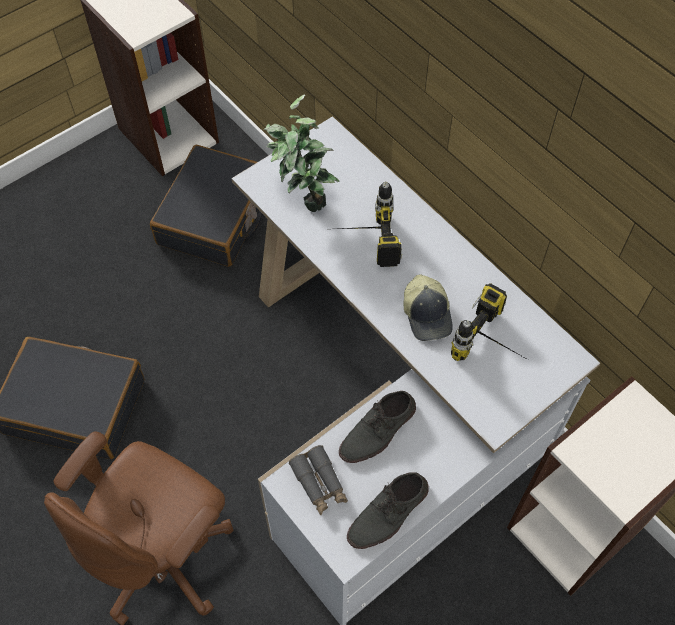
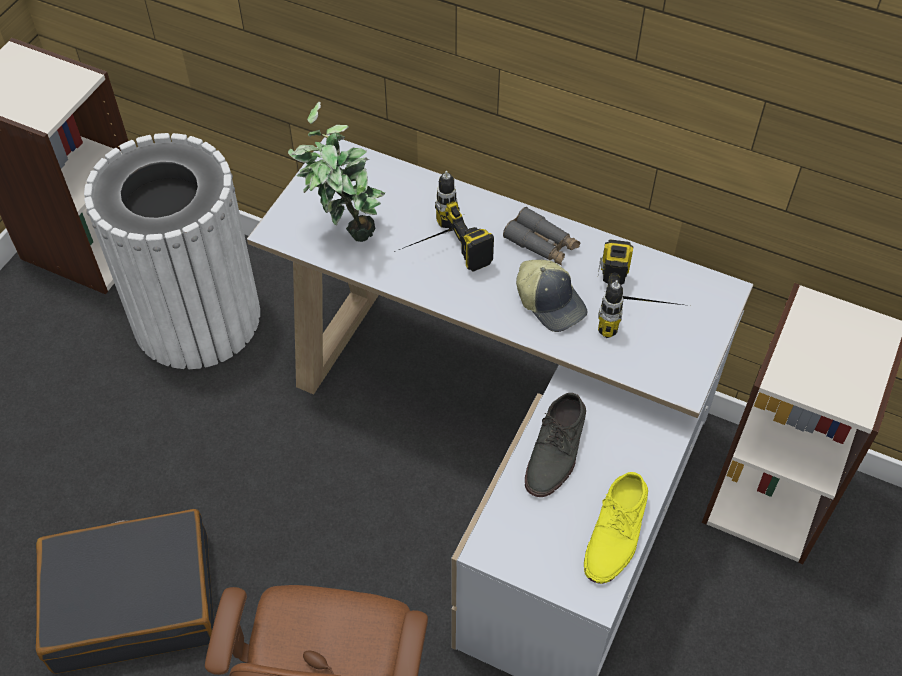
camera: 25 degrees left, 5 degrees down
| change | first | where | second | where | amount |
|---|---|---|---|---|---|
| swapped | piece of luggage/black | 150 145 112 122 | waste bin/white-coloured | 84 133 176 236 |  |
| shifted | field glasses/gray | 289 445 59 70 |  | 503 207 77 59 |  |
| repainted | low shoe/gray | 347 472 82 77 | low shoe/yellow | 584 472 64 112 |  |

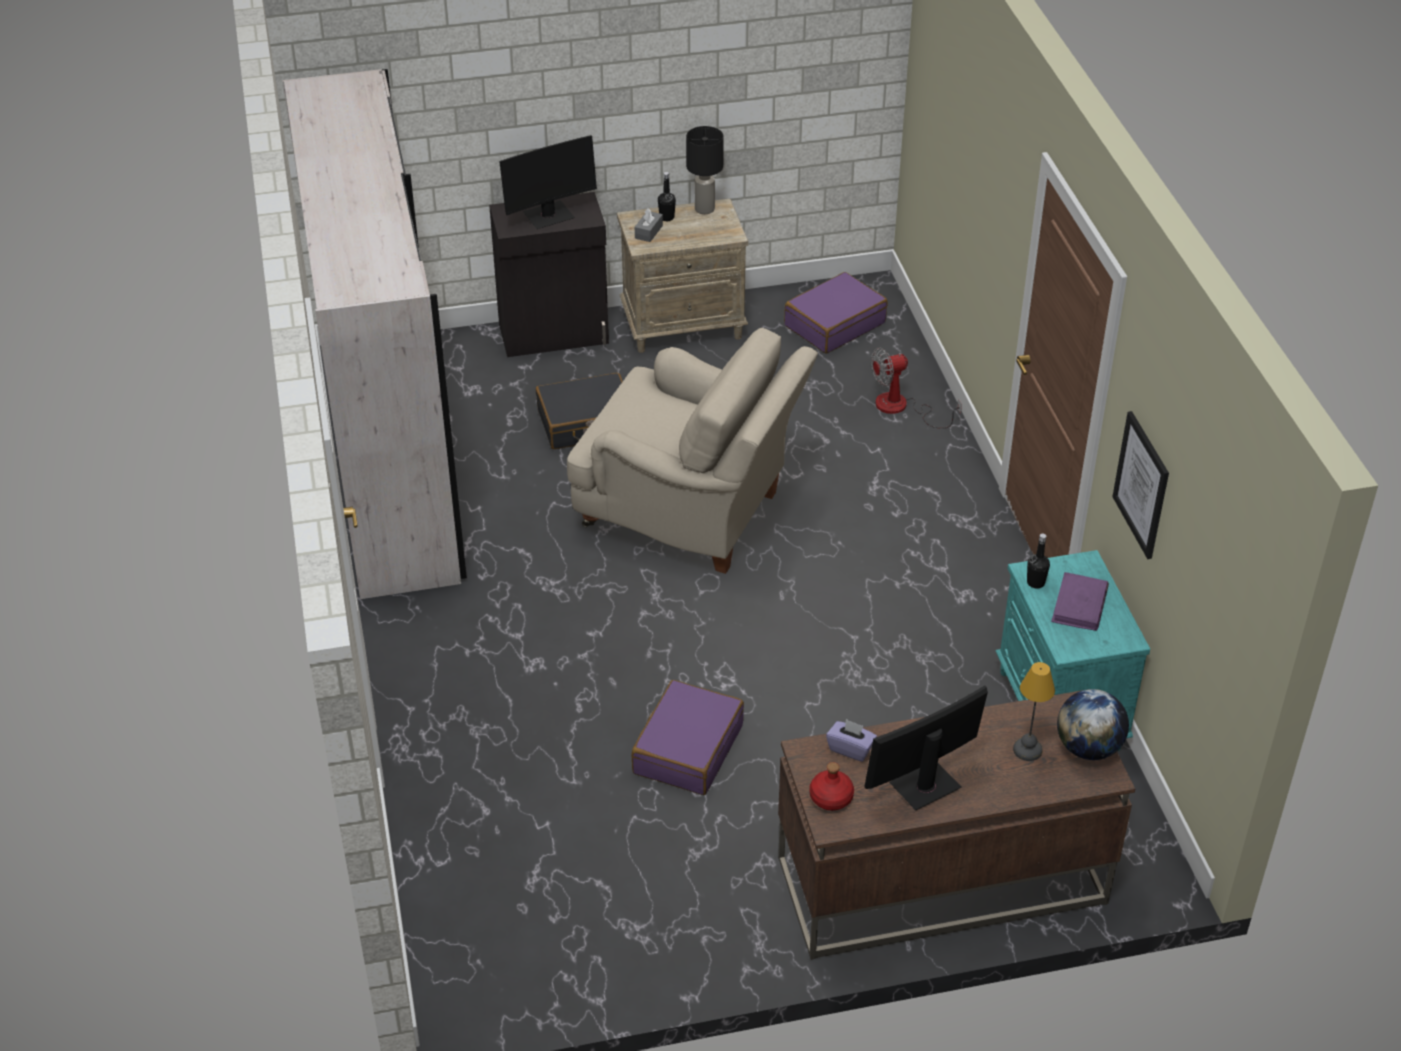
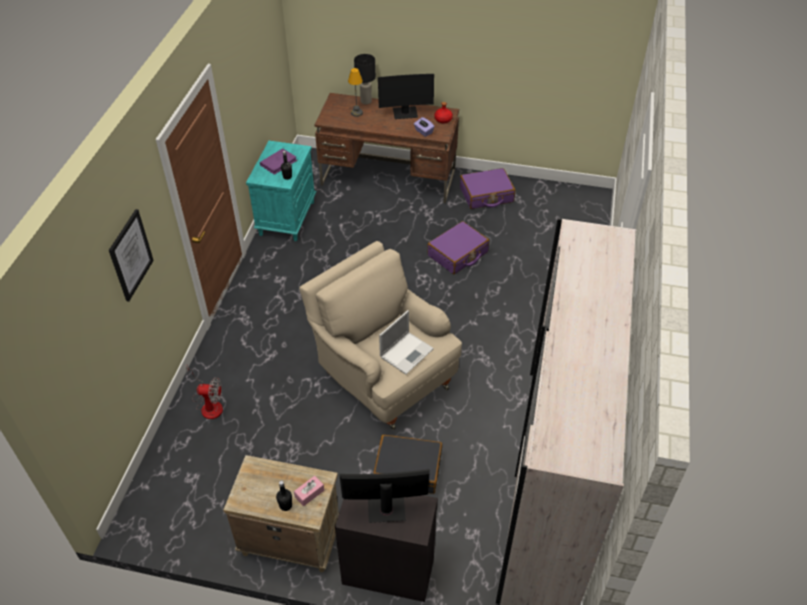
camera: 155 degrees left, 5 degrees up
| change | first | where | second | where | amount |
|---|---|---|---|---|---|
| repainted | tissue box/gray | 635 208 28 34 | tissue box/pink | 294 476 30 30 |  |
| shifted | lamp for a table/black | 686 126 38 88 |  | 354 54 22 50 |  |
| shifted | piece of luggage/purple-coloured | 784 272 103 82 |  | 460 168 55 41 |  |
| gone | world globe | 1057 689 72 71 |  |  |  |
| shifted | wall picture | 1112 411 57 148 |  | 109 209 45 93 |  |
| new |  |  | portable computer | 379 310 55 64 |  |

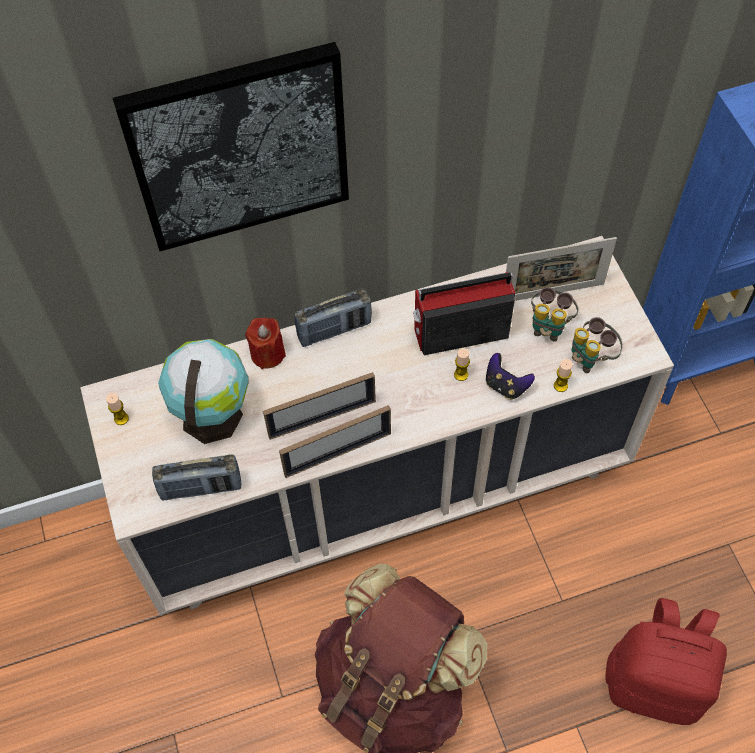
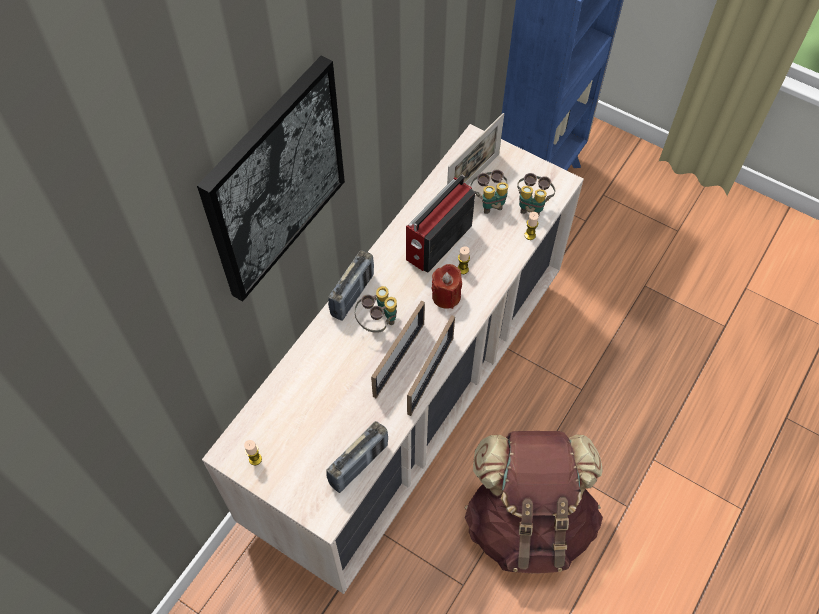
camera: 40 degrees left, 0 degrees up
| change | first | where | second | where | amount |
|---|---|---|---|---|---|
| gone | world globe | 158 339 91 105 |  |  |  |
| shifted | wax light/reddish | 245 318 41 51 |  | 432 264 30 45 |  |
| gone | joypad | 486 353 49 47 |  |  |  |
| gone | knapsack/reddish | 606 598 121 127 |  |  |  |
| new |  |  | field glasses | 354 286 43 47 |  |

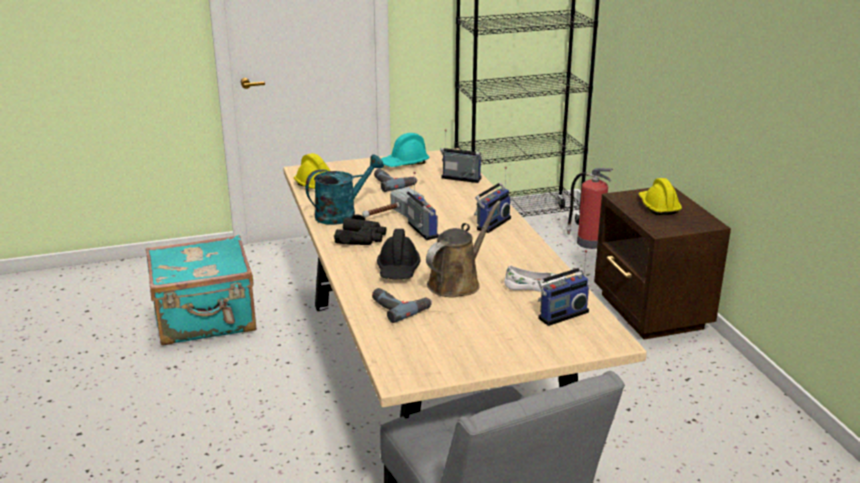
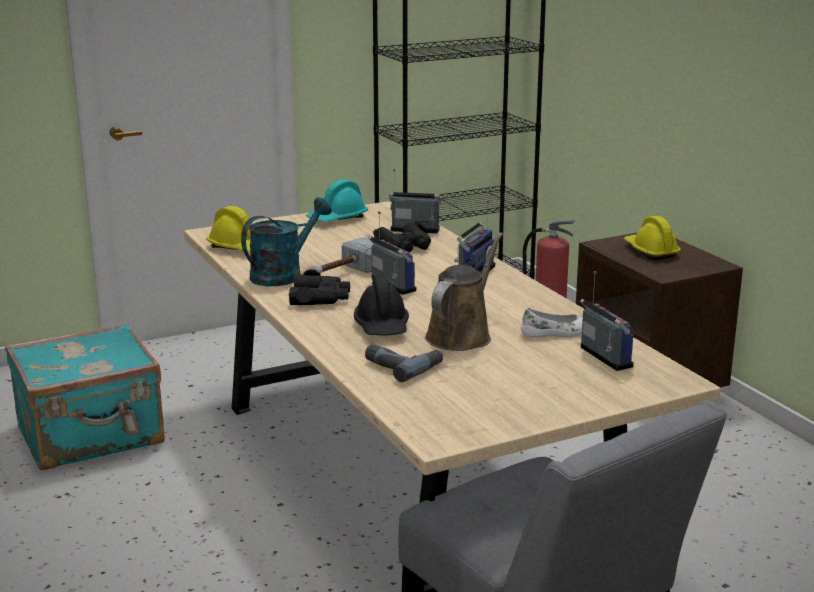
camera: 10 degrees left, 5 degrees down
| change | first | where | second | where | amount |
|---|---|---|---|---|---|
| gone | power drill | 374 169 43 23 |  |  |  |
| rotated | radio receiver | 538 250 51 76 |  | 580 271 54 100 | 75 degrees counterclockwise |
| new |  |  | field glasses/black | 373 222 58 30 |  |

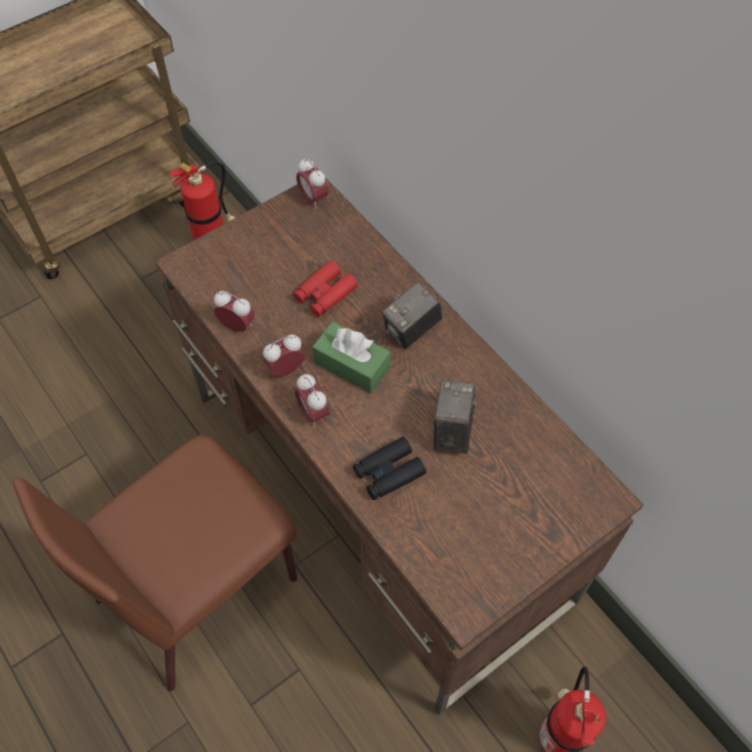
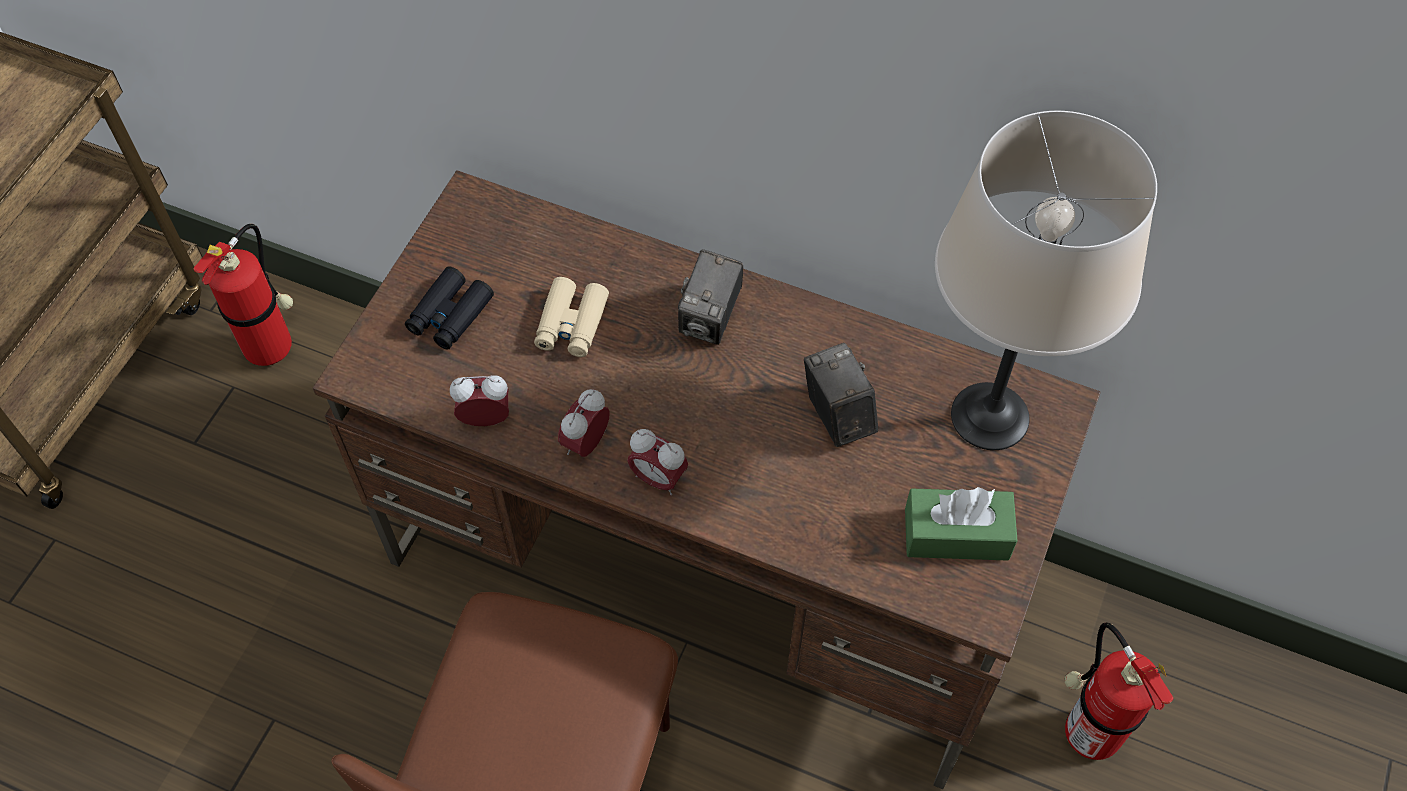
camera: 30 degrees left, 0 degrees up
| change | first | where | second | where | amount |
|---|---|---|---|---|---|
| repainted | field glasses/reddish | 293 261 65 56 | field glasses/beige-coloured | 534 277 75 80 |  |
| gone | table clock | 296 158 32 51 |  |  |  |
| shifted | tissue box/green-coloured | 312 322 79 72 |  | 905 487 113 74 |  |
| shifted | field glasses/black | 353 437 73 63 |  | 405 266 89 84 |  |
| new |  |  | lamp for a table/beige-coloured | 935 111 222 339 |  |

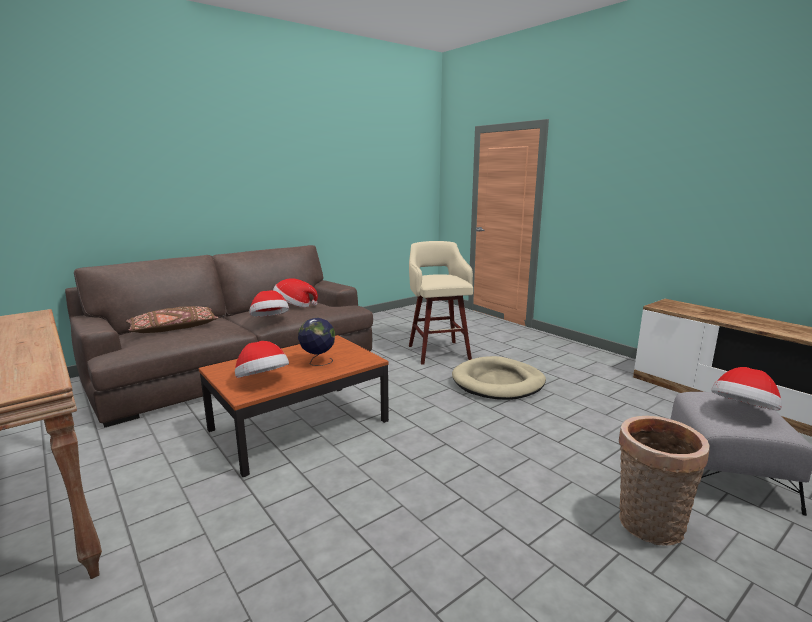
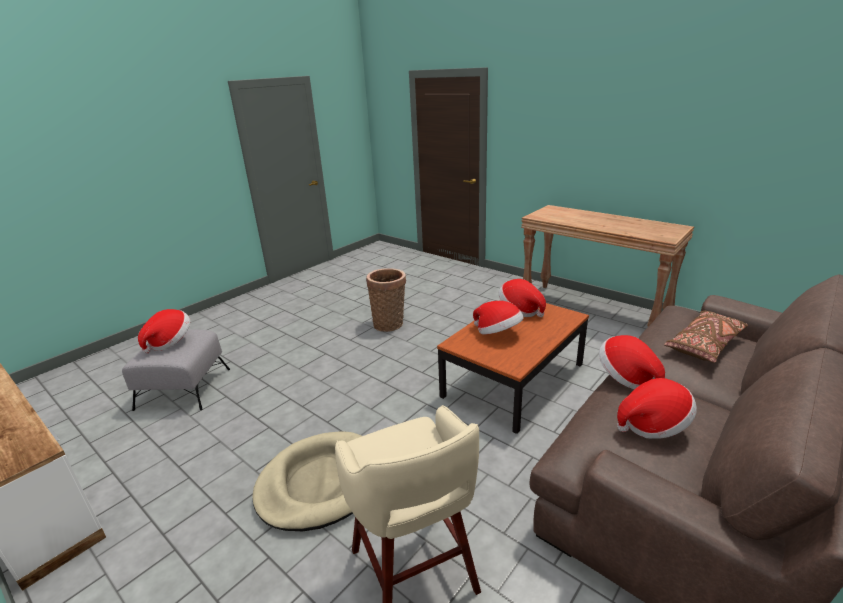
camera: 170 degrees right, 10 degrees up
| change | first | where | second | where | amount |
|---|---|---|---|---|---|
| swapped | world globe | 298 318 37 48 | wearable hat | 473 301 51 34 |  |
| shifted | basket | 619 416 91 129 |  | 366 268 40 64 |  |

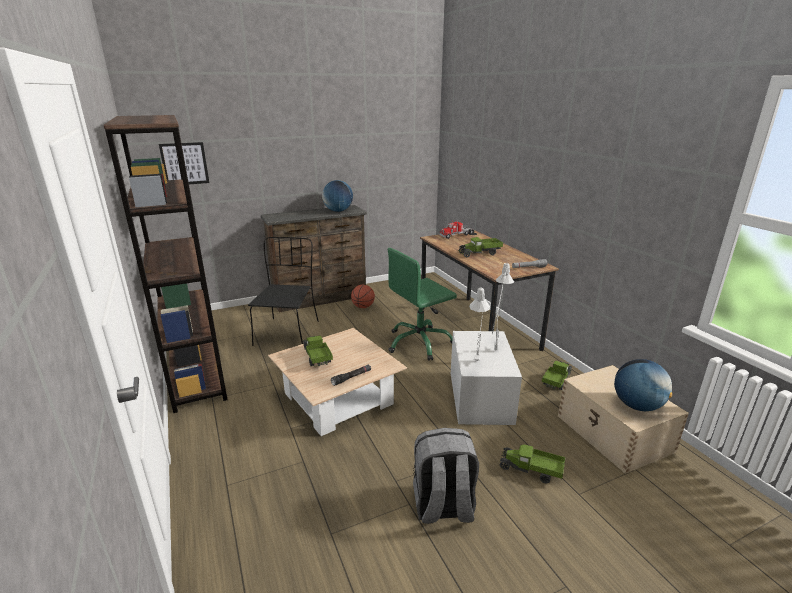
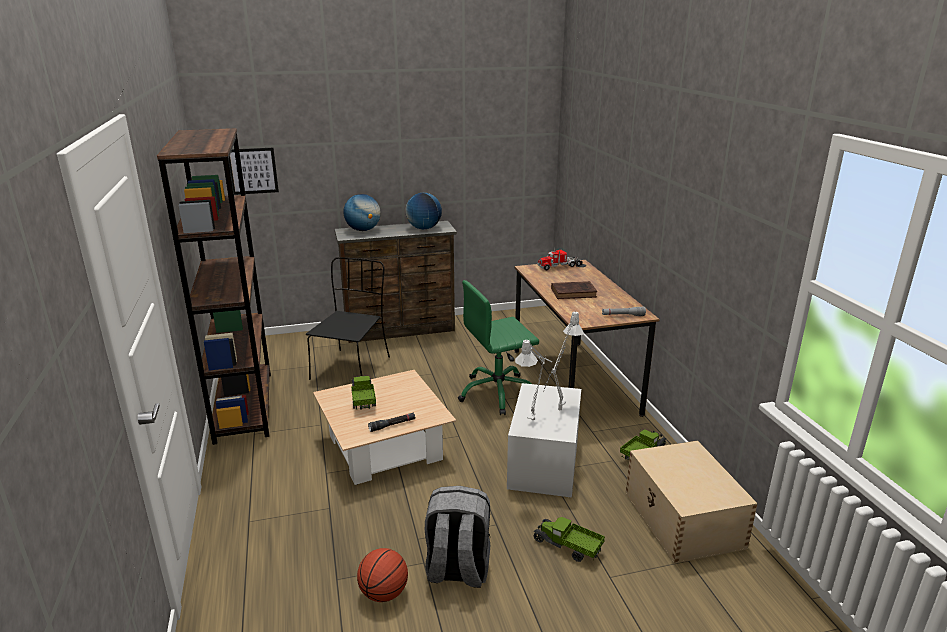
camera: 10 degrees right, 0 degrees up
| change | first | where | second | where | amount |
|---|---|---|---|---|---|
| shifted | basketball | 351 285 24 23 |  | 357 548 51 54 |  |
| swapped | toy lorry | 459 237 44 20 | bound book/brown-coloured | 551 281 46 18 |  |
| shifted | world globe | 614 359 58 52 |  | 343 194 38 37 |  |

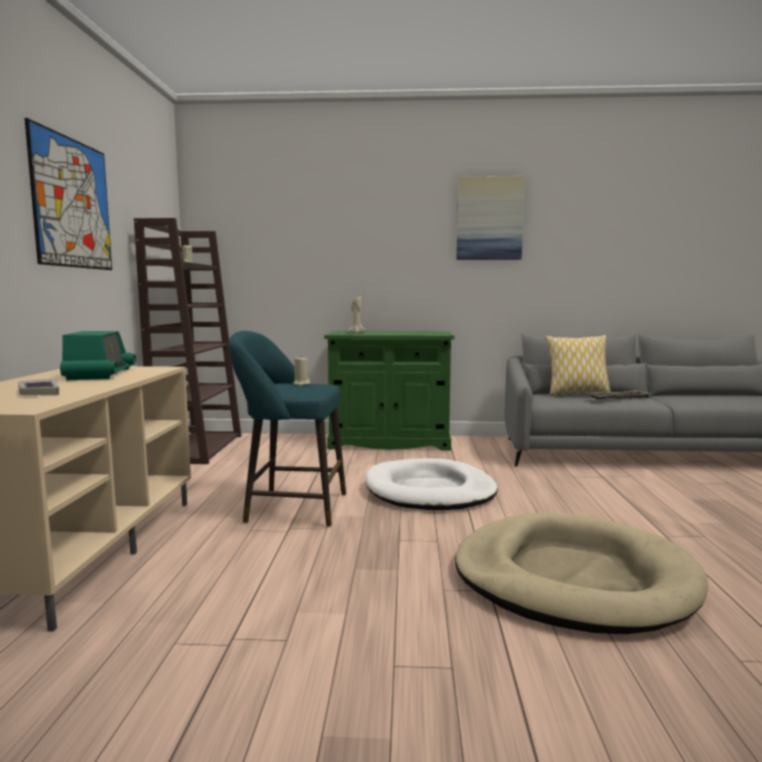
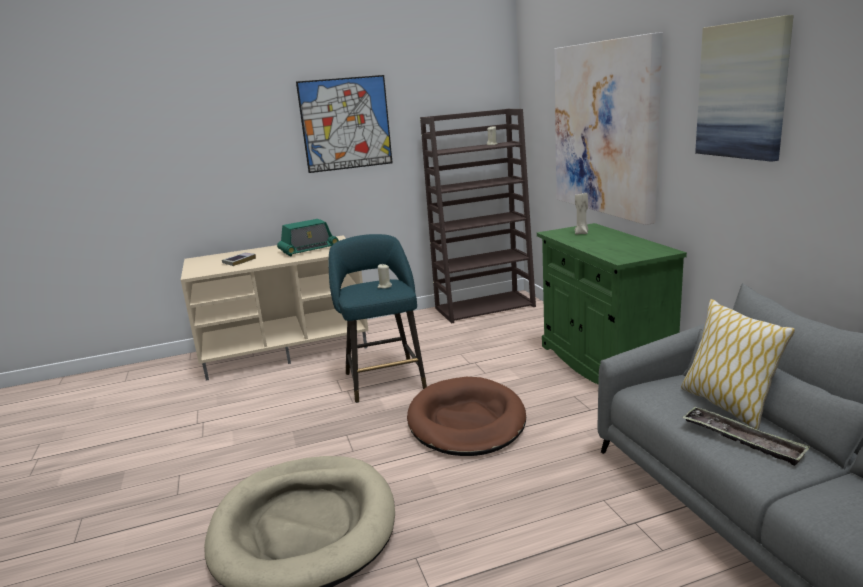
camera: 70 degrees right, 10 degrees up
| change | first | where | second | where | amount |
|---|---|---|---|---|---|
| repainted | dog bed/white-coloured | 365 458 133 52 | dog bed/brown-coloured | 407 377 119 79 |  |
| new |  |  | wall picture | 555 32 108 193 |  |

